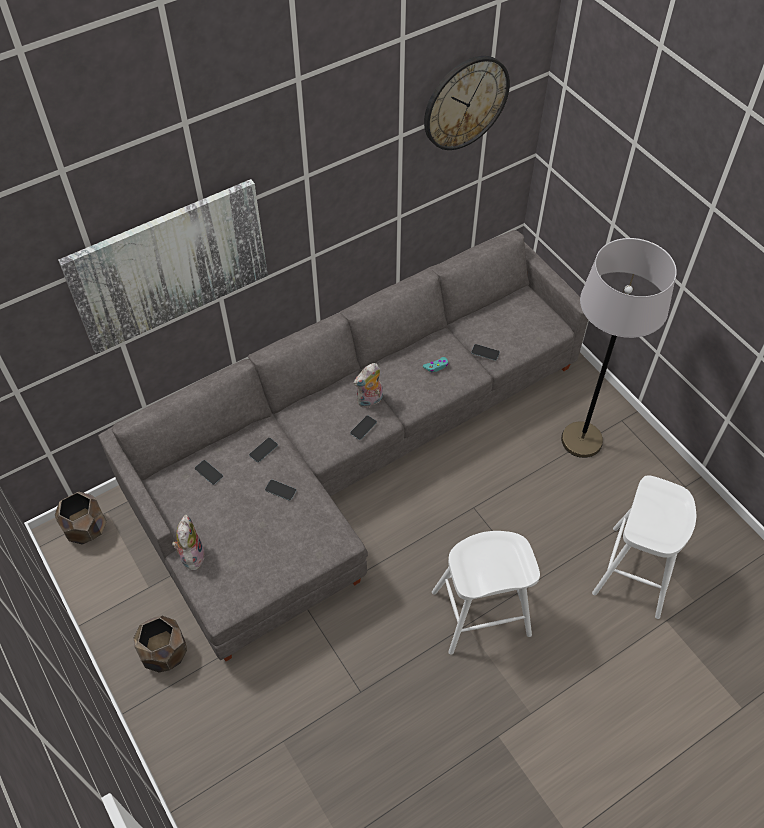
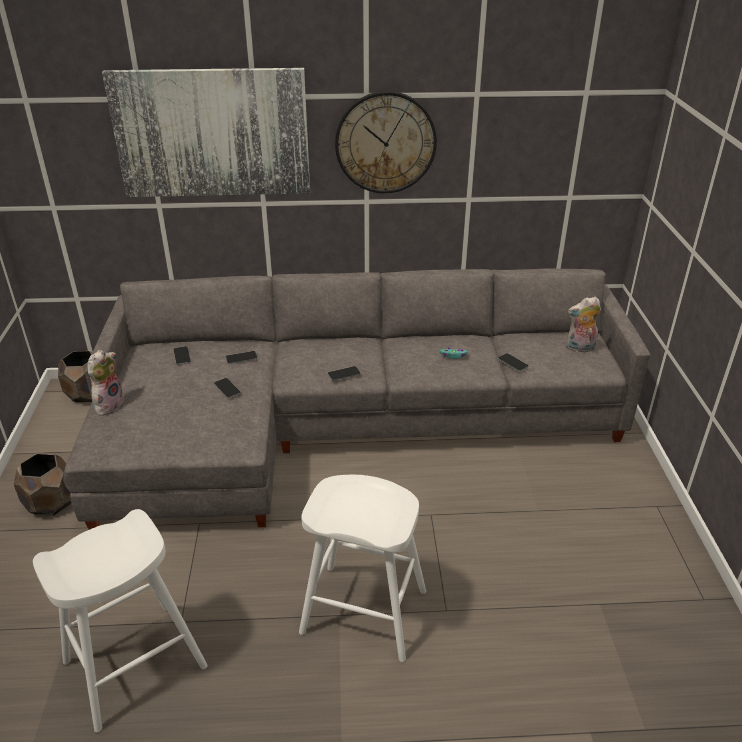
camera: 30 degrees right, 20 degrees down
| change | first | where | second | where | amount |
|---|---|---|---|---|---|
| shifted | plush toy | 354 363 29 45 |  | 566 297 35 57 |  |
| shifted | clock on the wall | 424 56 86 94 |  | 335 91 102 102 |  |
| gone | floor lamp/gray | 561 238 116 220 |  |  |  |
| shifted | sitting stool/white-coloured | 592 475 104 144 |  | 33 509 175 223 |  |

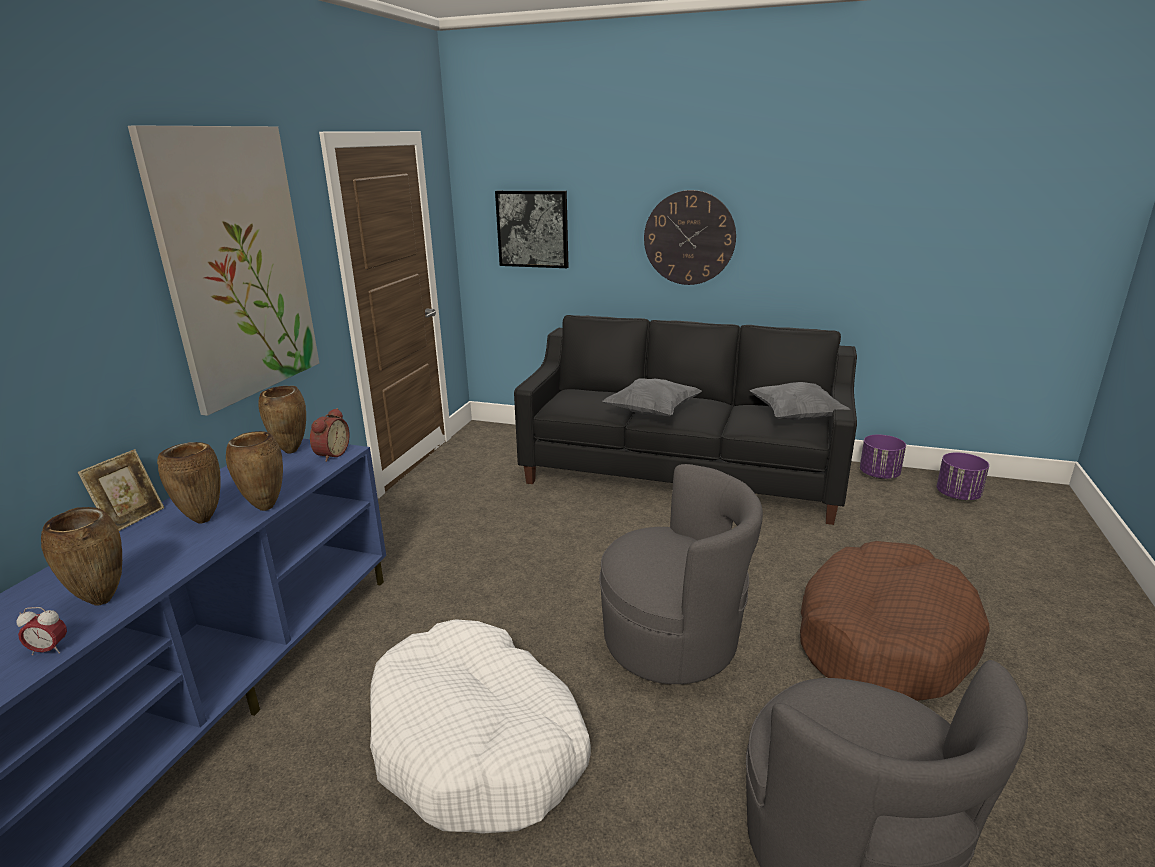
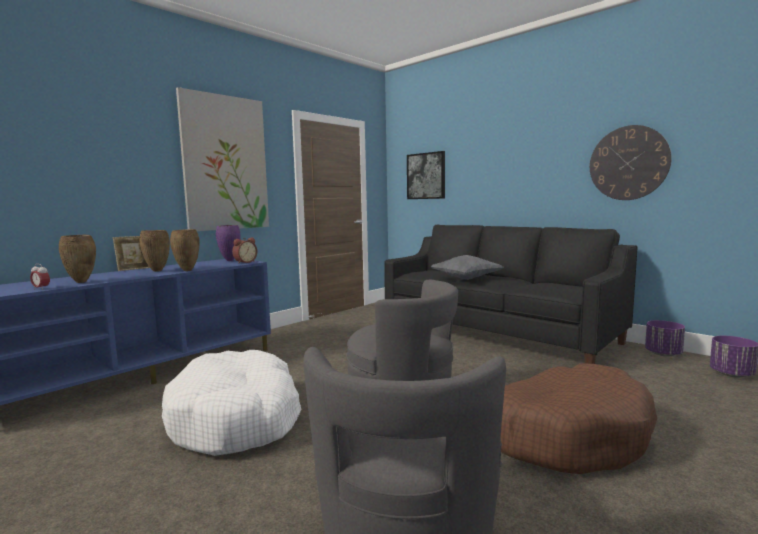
camera: 25 degrees right, 15 degrees down
| change | first | where | second | where | amount |
|---|---|---|---|---|---|
| repainted | decorative vase/brown-coloured | 259 386 47 68 | decorative vase/purple-coloured | 216 225 24 36 |  |
| shifted | clock on the wall | 644 190 92 95 |  | 590 125 82 75 |  |
| gone | cushion/gray | 749 382 101 39 |  |  |  |

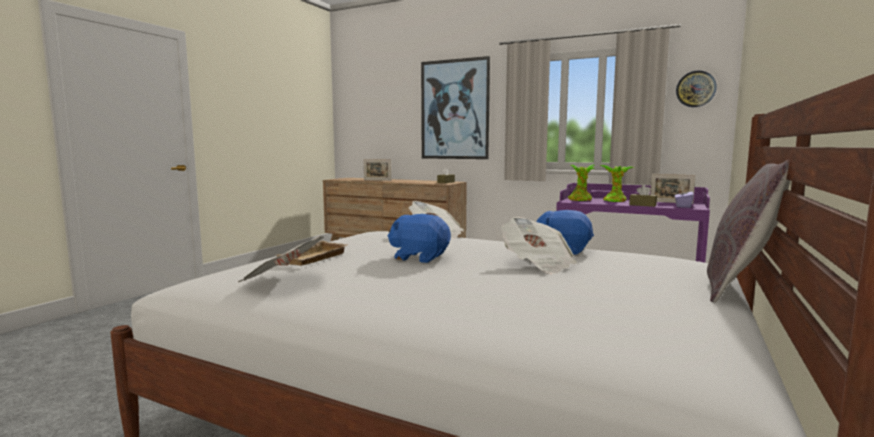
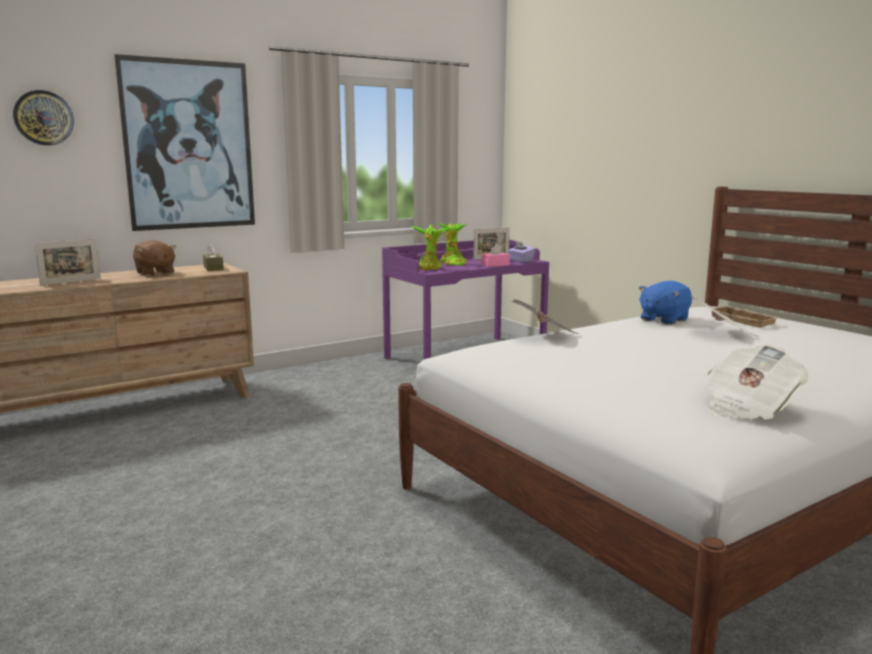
camera: 60 degrees left, 5 degrees up
| change | first | where | second | where | amount |
|---|---|---|---|---|---|
| shifted | tray/beige-coloured | 277 240 71 26 |  | 712 305 66 23 |  |
| gone | plush toy/bluish | 388 214 63 49 |  |  |  |
| repainted | tissue box/brown-coloured | 629 185 28 22 | tissue box/pink | 481 243 29 24 |  |
| shifted | clock on the wall | 676 70 41 37 |  | 13 90 61 55 |  |
| gone | cushion/gray | 707 160 83 143 |  |  |  |
| new |  |  | plush toy/brown-coloured | 133 240 43 36 |  |

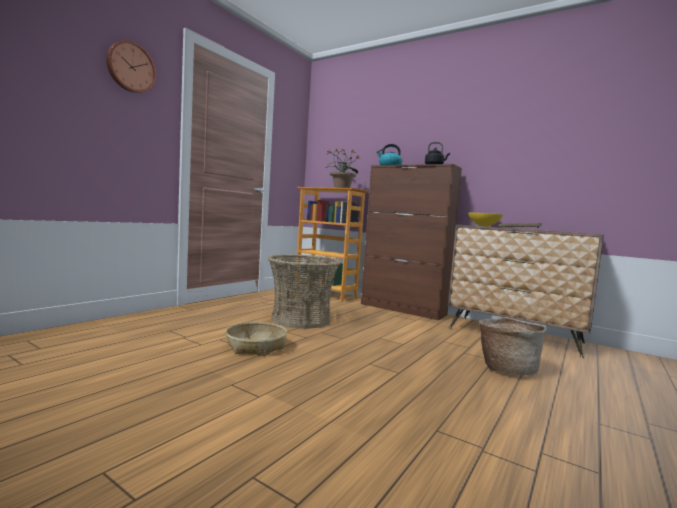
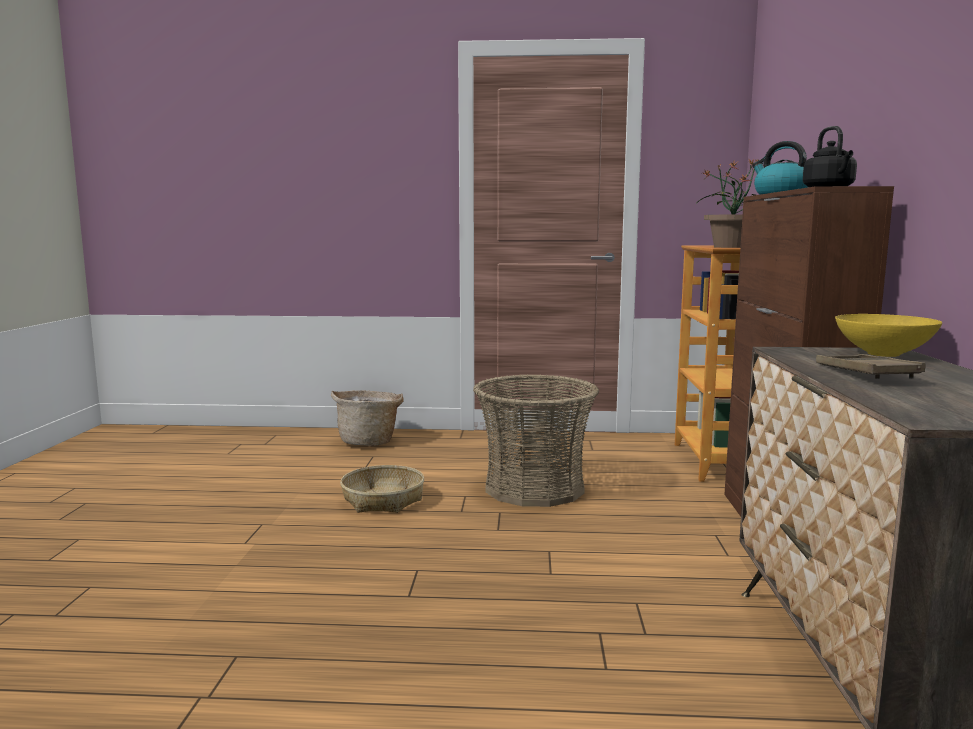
camera: 60 degrees right, 5 degrees up
| change | first | where | second | where | amount |
|---|---|---|---|---|---|
| gone | clock on the wall | 106 41 50 52 |  |  |  |
| shifted | basket | 479 317 67 58 |  | 331 390 73 56 |  |

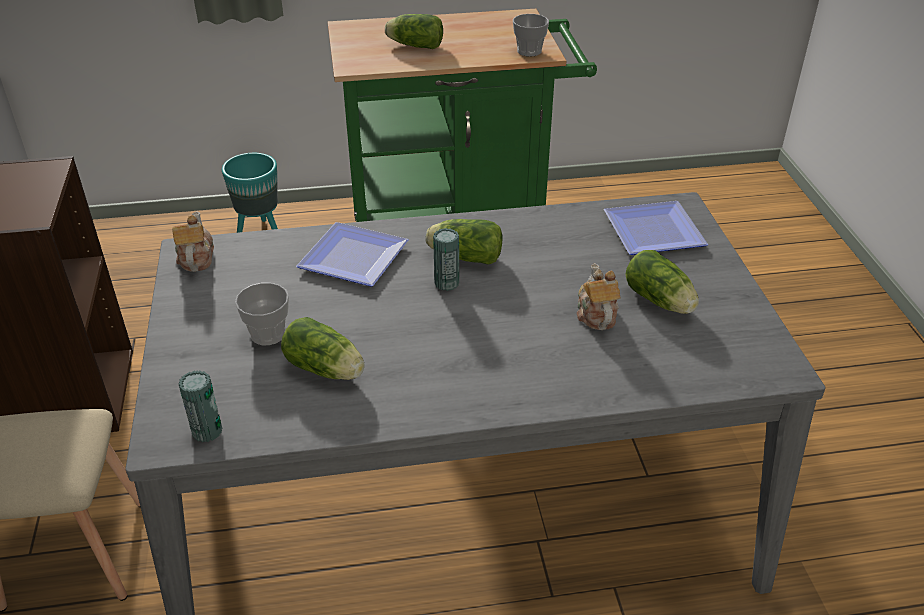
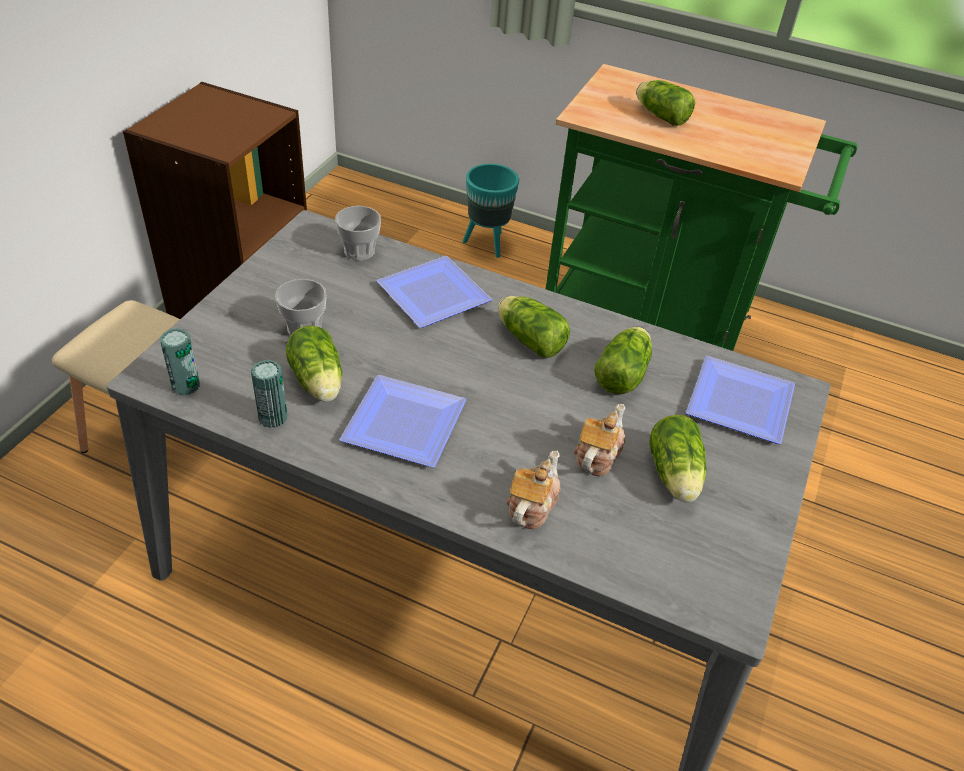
camera: 30 degrees right, 5 degrees up
| change | first | where | second | where | amount |
|---|---|---|---|---|---|
| shifted | teapot | 172 211 42 61 |  | 506 451 55 78 |  |
| shifted | can | 433 228 26 63 |  | 251 360 36 68 |  |
| shifted | drinking cup | 513 14 36 43 |  | 335 206 46 55 |  |
| new |  |  | plate | 339 375 128 92 |  |
| new |  |  | lettuce | 594 327 58 67 |  |

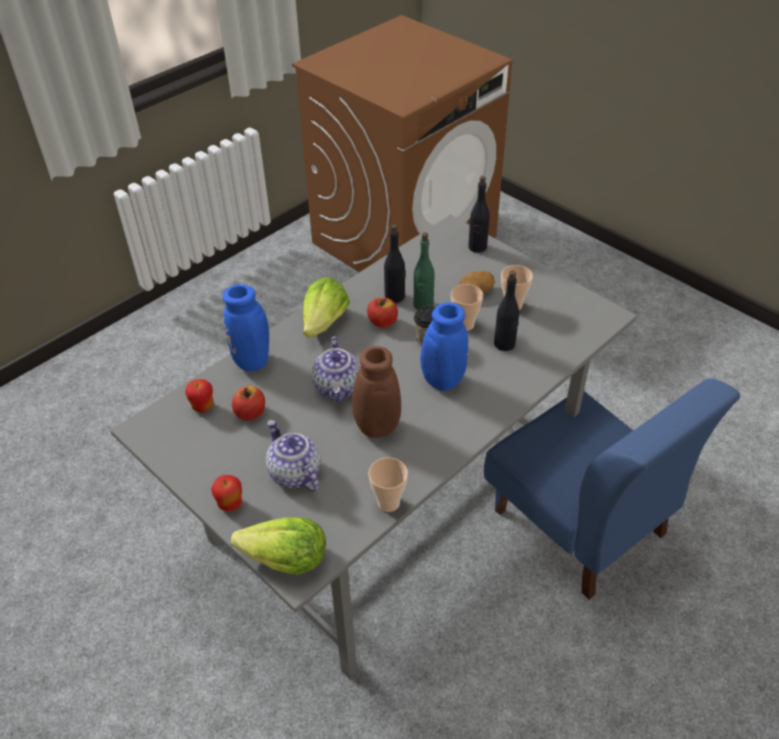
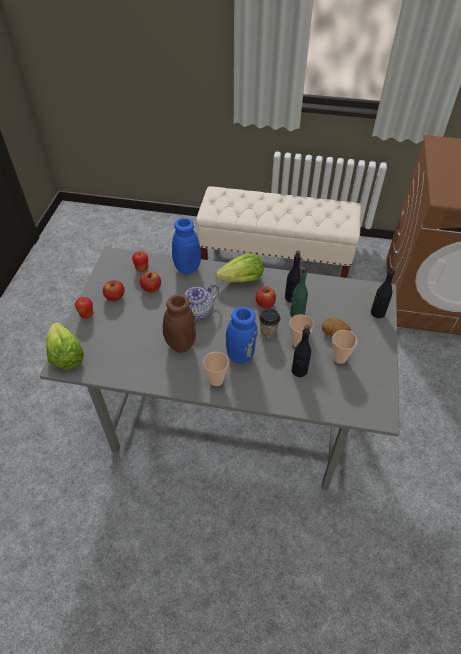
camera: 55 degrees right, 5 degrees up
| change | first | where | second | where | amount |
|---|---|---|---|---|---|
| gone | teapot | 266 420 55 72 |  |  |  |
| shifted | drinking cup | 368 458 40 54 |  | 203 352 26 34 |  |
| gone | chair/bluish | 484 378 256 221 |  |  |  |
| new |  |  | whole apple | 103 280 22 21 |  |
| new |  |  | bench/beige-coloured | 196 186 165 92 |  |

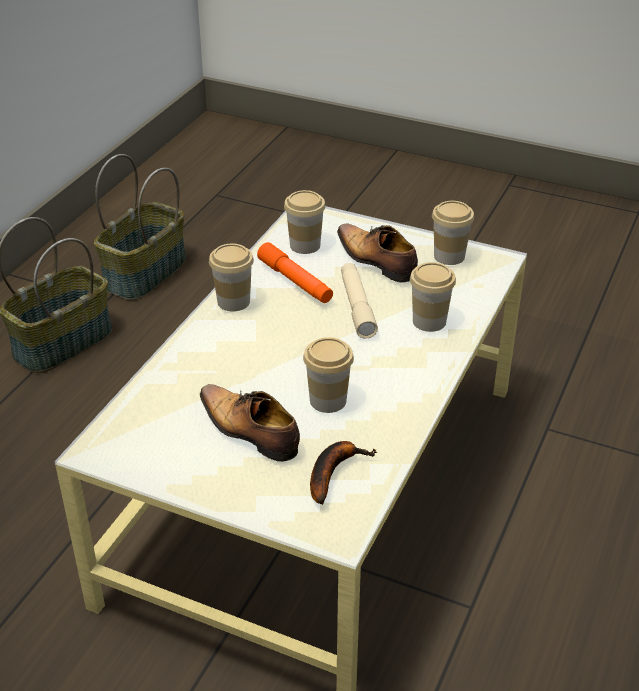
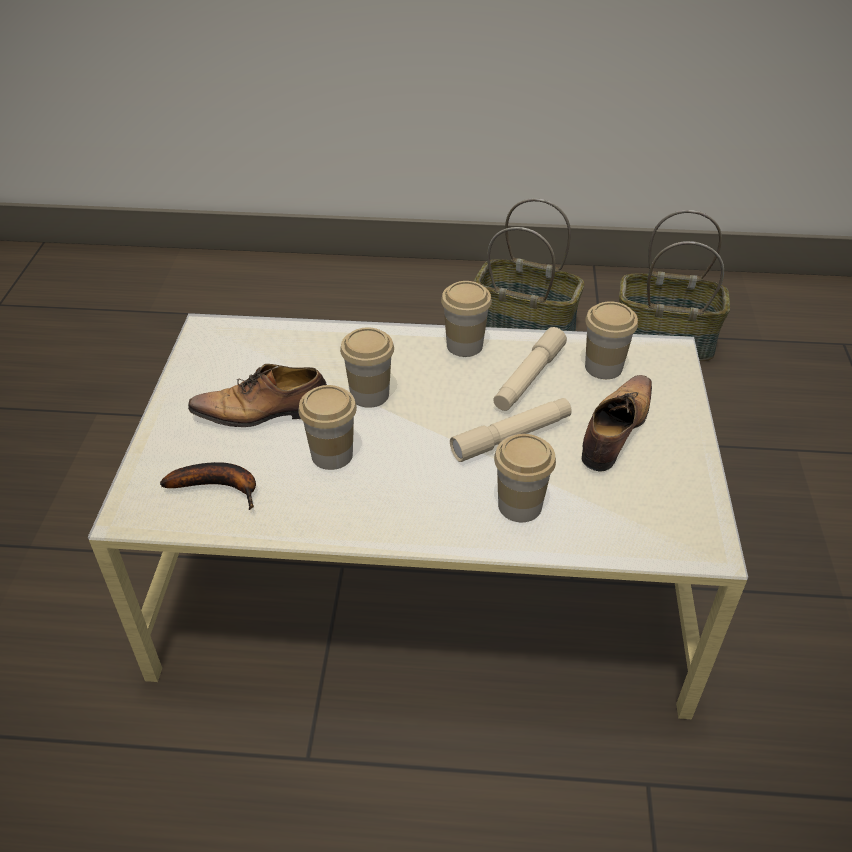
camera: 70 degrees right, 5 degrees up
| change | first | where | second | where | amount |
|---|---|---|---|---|---|
| rotated | low shoe | 200 384 100 78 |  | 188 364 139 63 | 120 degrees counterclockwise |
| repainted | flashlight/orange-coloured | 257 242 76 61 | flashlight/beige-coloured | 493 327 74 84 |  |
| shifted | drinking cup | 432 201 42 64 |  | 340 327 54 81 |  |

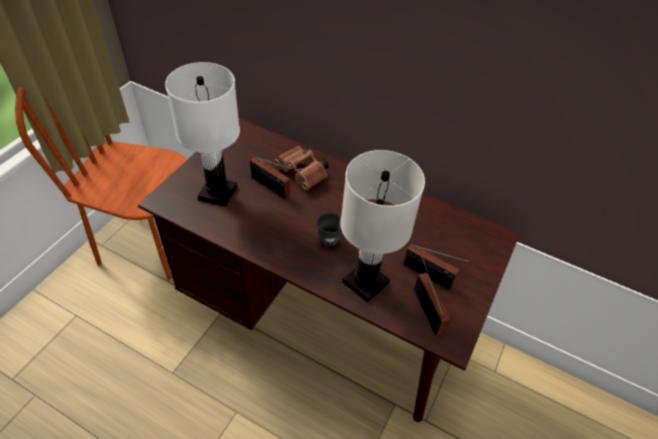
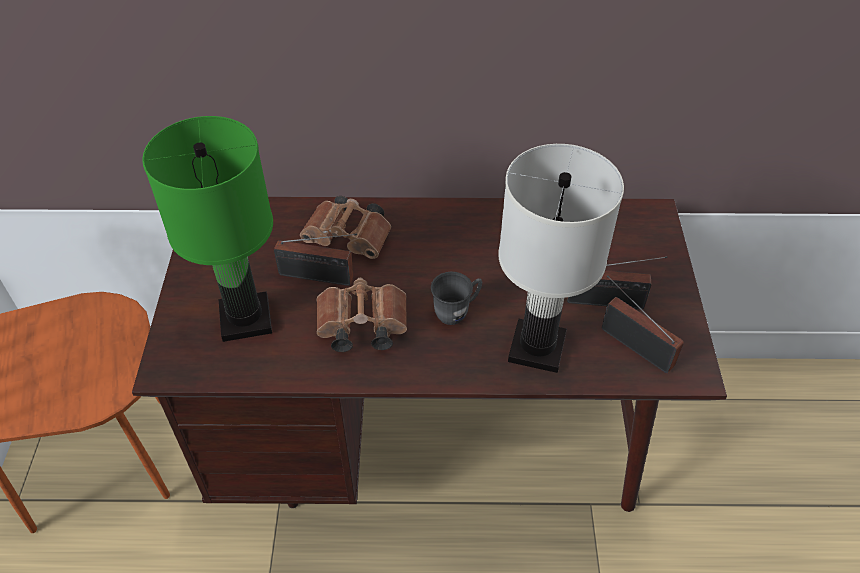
camera: 25 degrees left, 0 degrees up
| change | first | where | second | where | amount |
|---|---|---|---|---|---|
| repainted | lamp for a table/white-coloured | 165 62 75 144 | lamp for a table/green-coloured | 142 116 131 226 |  |
| new |  |  | field glasses/brown-coloured | 317 278 90 74 |  |

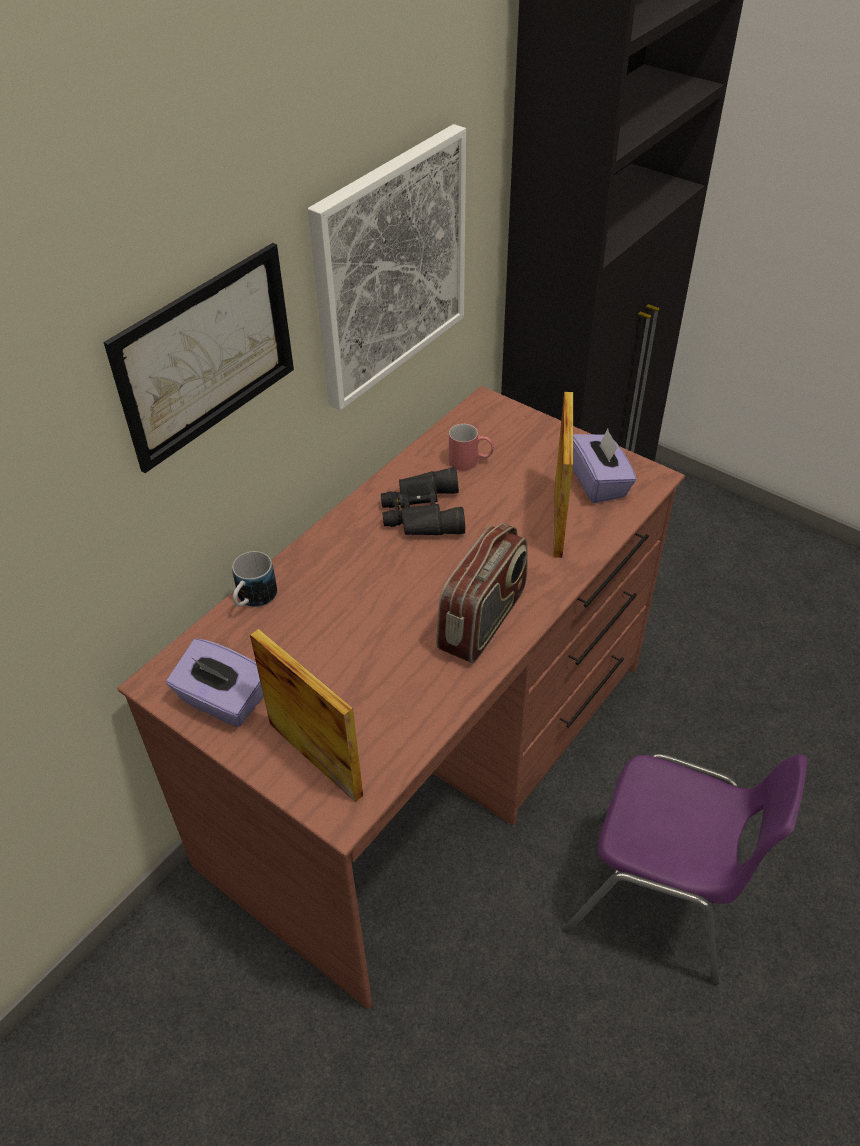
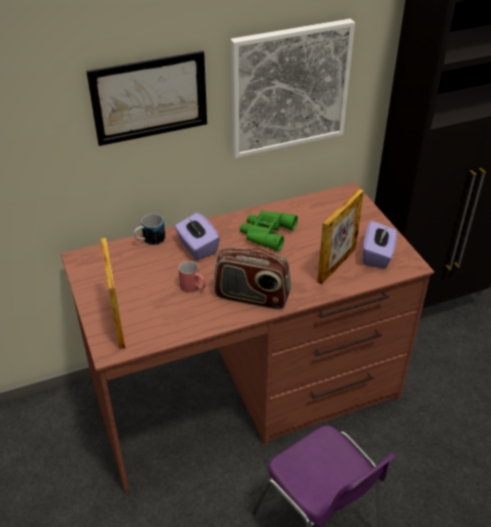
camera: 30 degrees right, 5 degrees down
| change | first | where | second | where | amount |
|---|---|---|---|---|---|
| shifted | tissue box/purple-coloured | 167 639 97 88 |  | 175 213 45 47 |  |
| repainted | field glasses/black | 381 467 84 68 | field glasses/green-coloured | 240 210 58 41 |  |
| rotated | radio receiver | 436 523 92 141 |  | 214 246 77 63 | 45 degrees clockwise |
| shifted | coffee mug/reddish | 449 424 45 47 |  | 178 261 29 32 |  |

